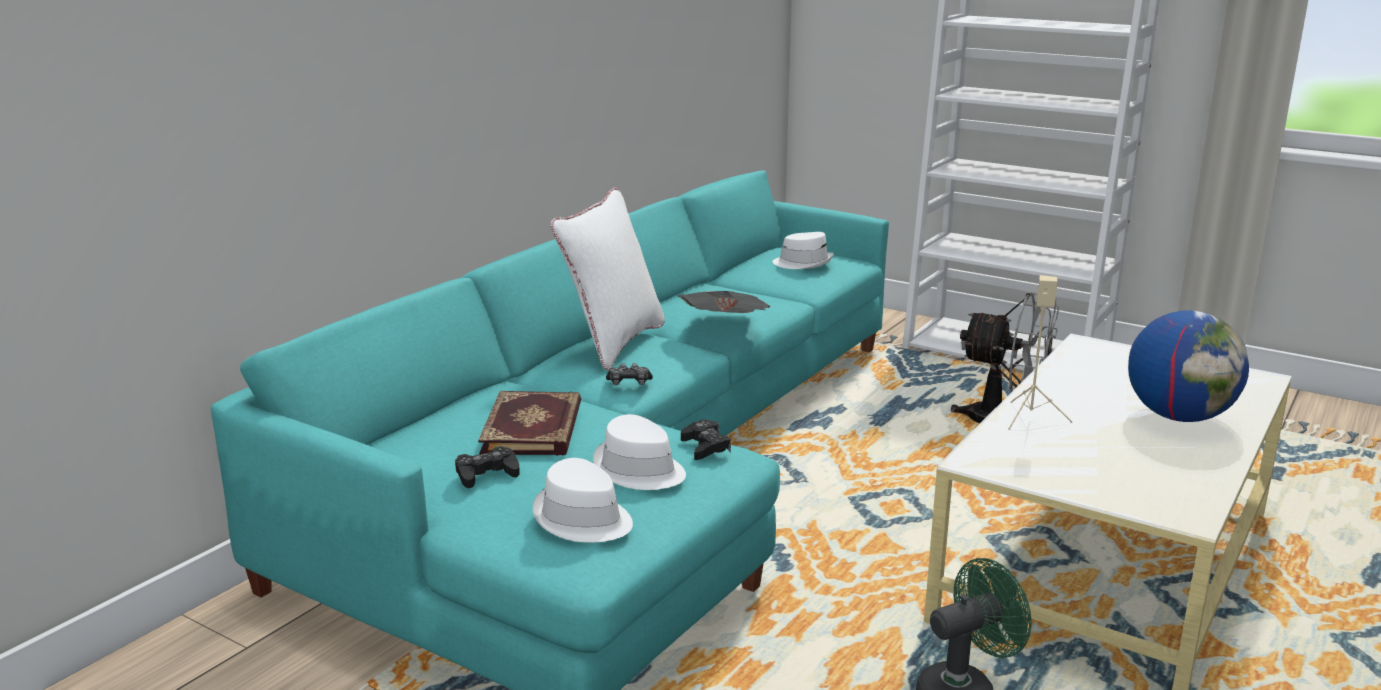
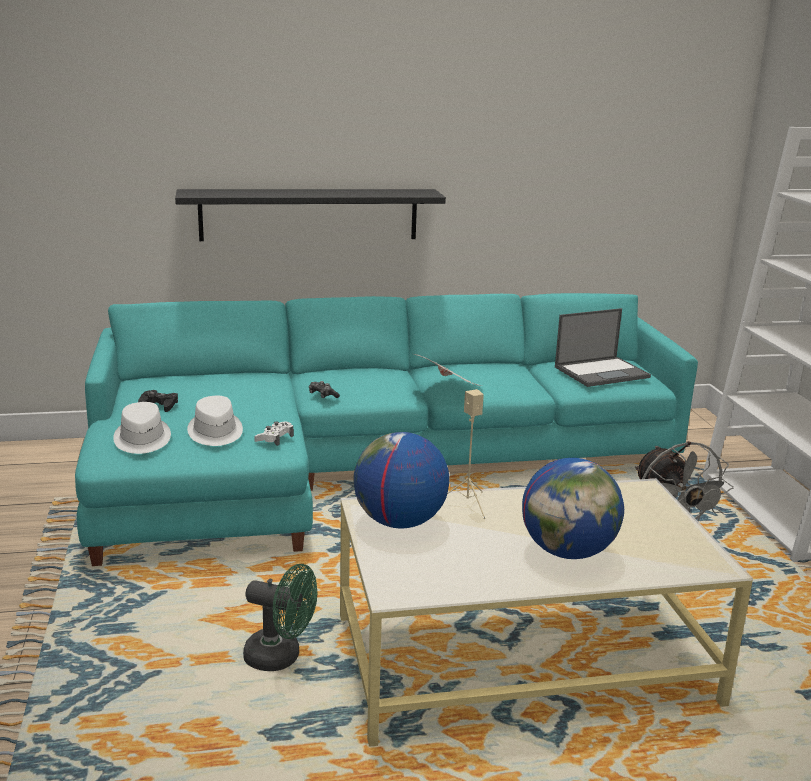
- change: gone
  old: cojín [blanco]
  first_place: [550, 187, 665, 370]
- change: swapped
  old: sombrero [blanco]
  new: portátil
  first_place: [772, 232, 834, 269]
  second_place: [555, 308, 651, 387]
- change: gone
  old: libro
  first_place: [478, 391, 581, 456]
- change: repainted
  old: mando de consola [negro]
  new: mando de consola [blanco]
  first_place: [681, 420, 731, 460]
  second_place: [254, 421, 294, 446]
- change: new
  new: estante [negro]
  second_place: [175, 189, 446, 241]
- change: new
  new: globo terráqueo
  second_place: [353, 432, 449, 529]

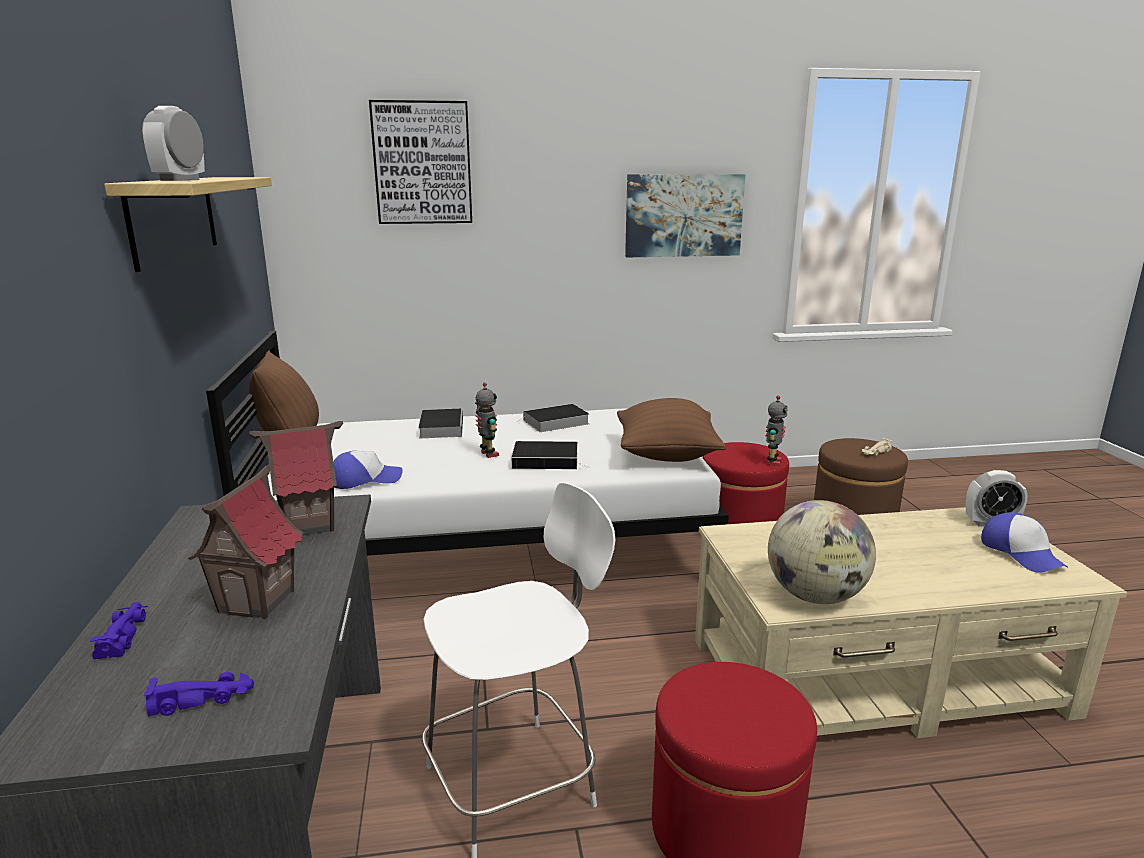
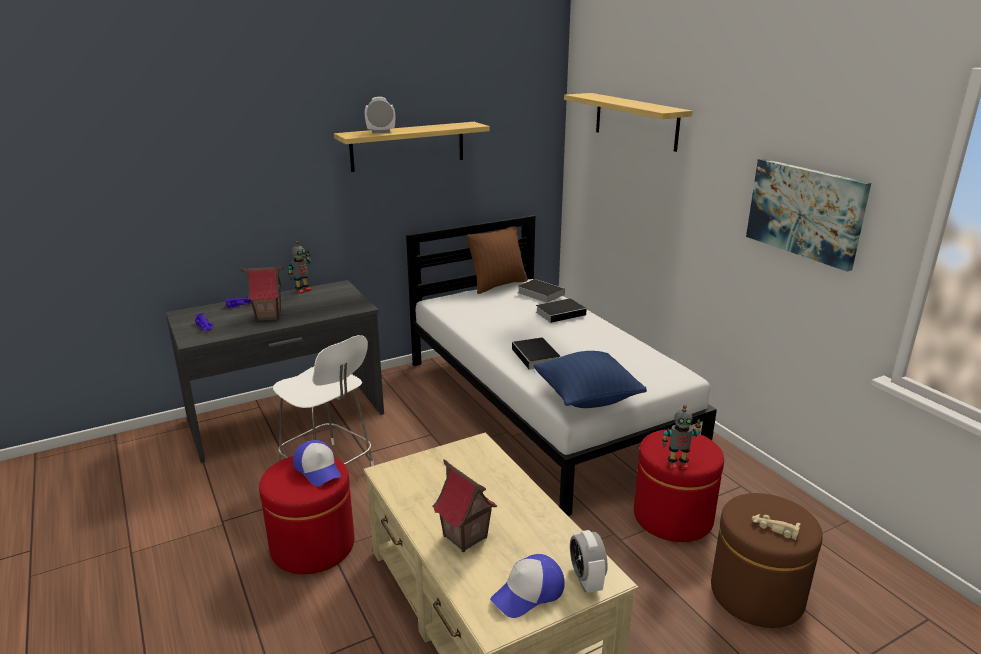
- change: swapped
  old: cuadro
  new: estante
  first_place: [369, 100, 472, 224]
  second_place: [564, 93, 692, 152]
- change: shifted
  old: robot de juguete
  first_place: [475, 382, 499, 458]
  second_place: [288, 241, 311, 294]
- change: repainted
  old: cojín [marrón]
  new: cojín [azul]
  first_place: [617, 398, 726, 462]
  second_place: [534, 351, 647, 408]
- change: shifted
  old: libro
  first_place: [518, 404, 589, 432]
  second_place: [518, 279, 565, 303]
- change: shifted
  old: casita
  first_place: [249, 421, 343, 536]
  second_place: [432, 459, 497, 552]
- change: shifted
  old: gorra
  first_place: [333, 451, 403, 489]
  second_place: [293, 440, 341, 486]
- change: gone
  old: globo terráqueo
  first_place: [768, 500, 876, 604]

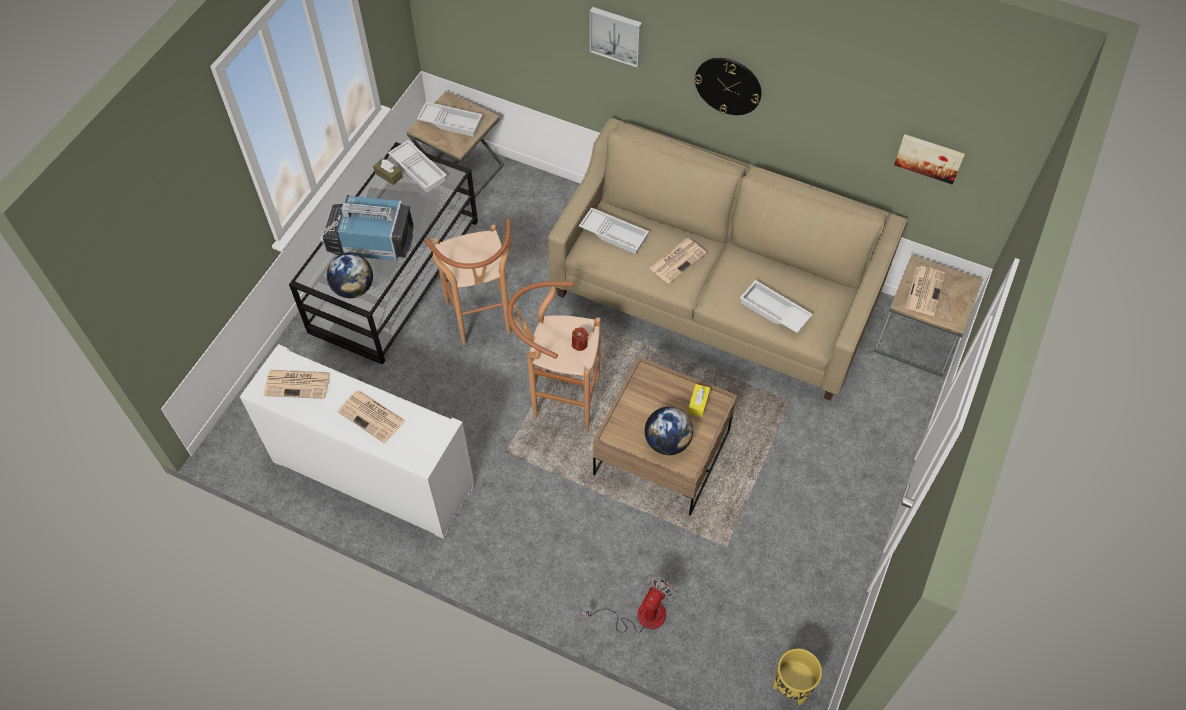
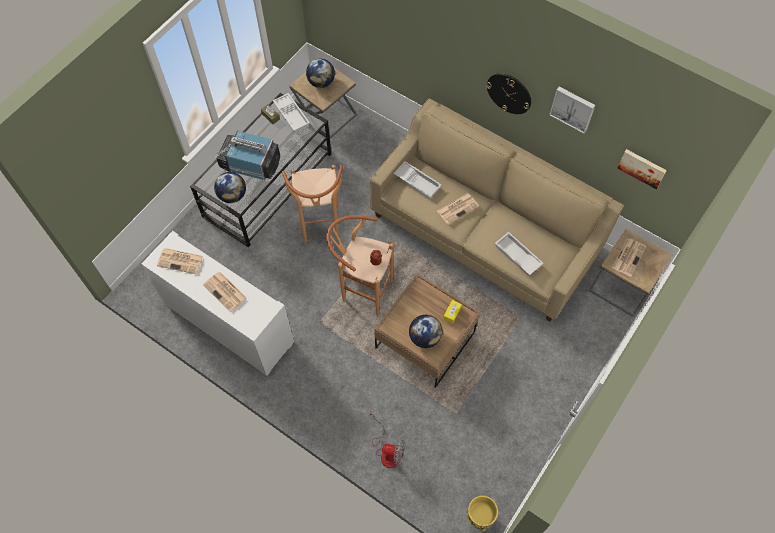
- change: shifted
  old: cuadro
  first_place: [590, 7, 642, 68]
  second_place: [550, 87, 595, 133]
- change: swapped
  old: bandeja [blanco]
  new: globo terráqueo
  first_place: [417, 102, 483, 137]
  second_place: [306, 59, 335, 88]
- change: rotated
  old: ventilador
  first_place: [582, 575, 676, 633]
  second_place: [369, 411, 405, 468]
  degrees: 60

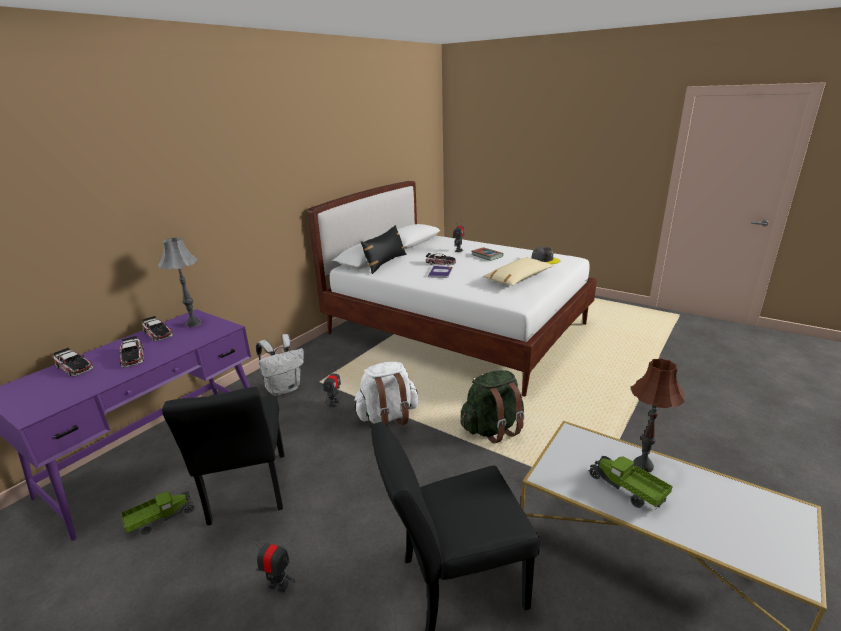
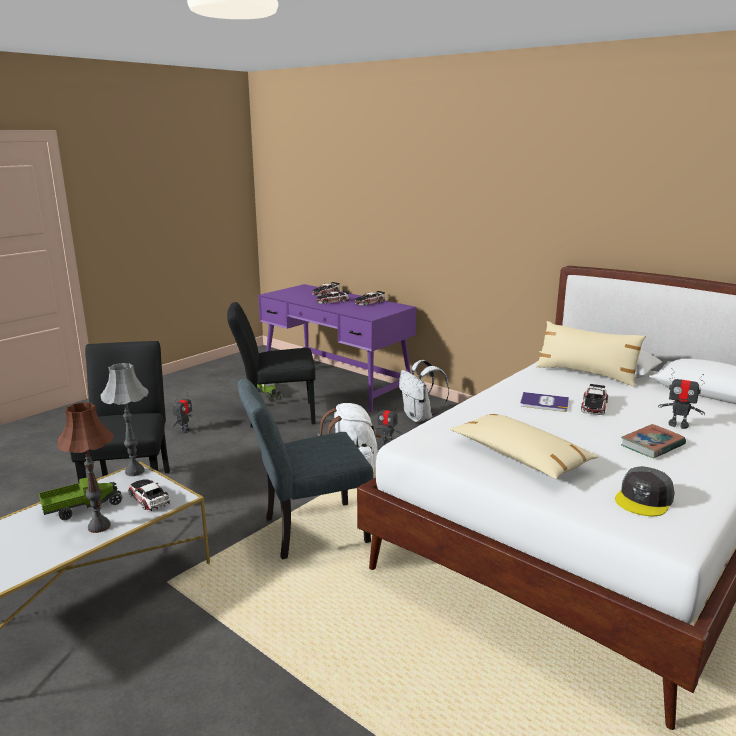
- change: repainted
  old: cojín [negro]
  new: cojín [beis]
  first_place: [361, 225, 406, 274]
  second_place: [536, 321, 646, 387]
- change: shifted
  old: lámpara de mesa [gris]
  first_place: [158, 237, 201, 327]
  second_place: [101, 363, 149, 476]
- change: swapped
  old: mochila [verde]
  new: silla [gris]
  first_place: [460, 370, 524, 444]
  second_place: [238, 378, 373, 559]
- change: new
  new: coche de juguete
  second_place: [129, 479, 170, 511]

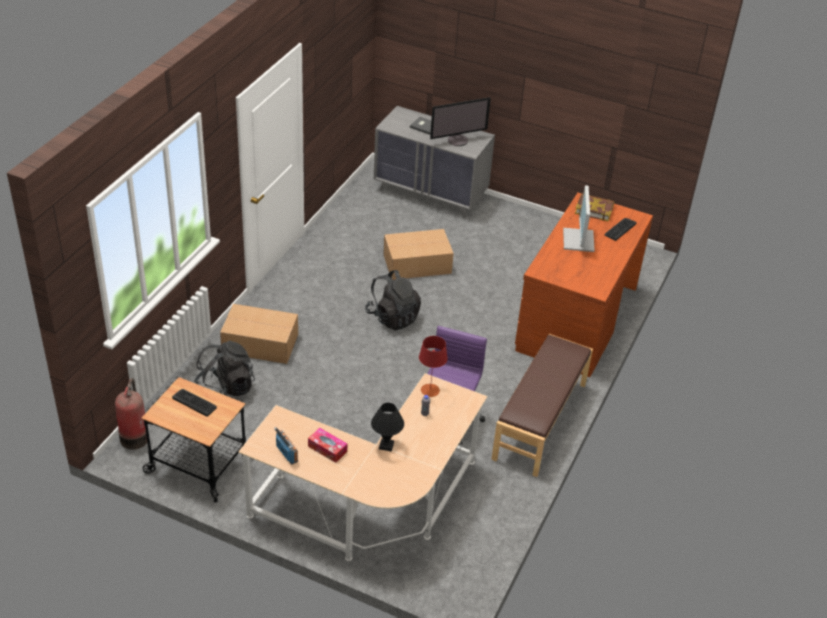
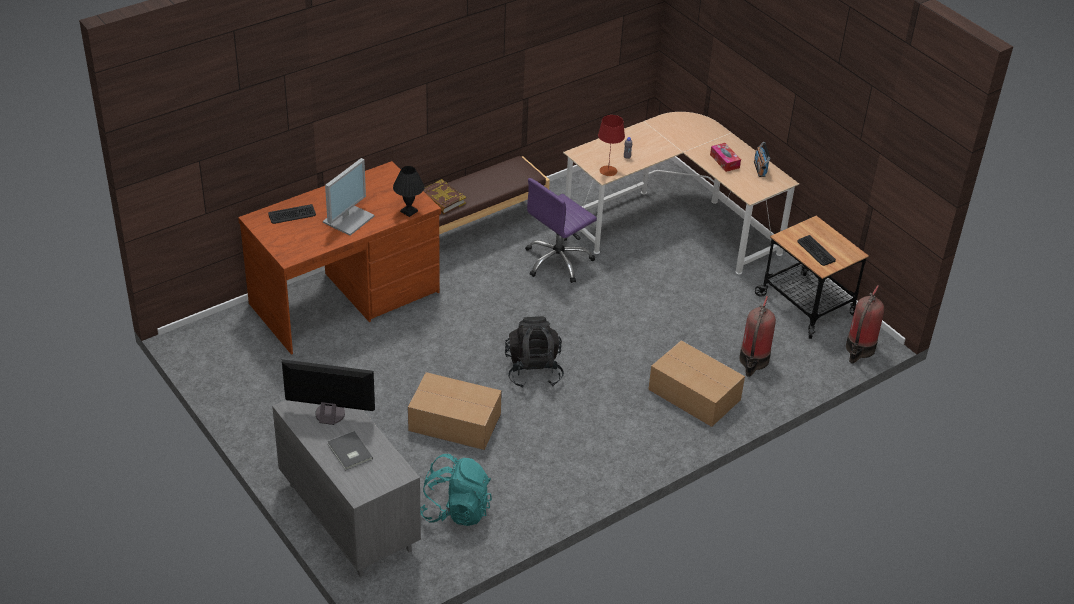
- change: shifted
  old: libro
  first_place: [575, 194, 615, 222]
  second_place: [423, 179, 466, 214]
- change: swapped
  old: mochila [negro]
  new: extintor
  first_place: [194, 341, 255, 396]
  second_place: [739, 296, 776, 377]
- change: shifted
  old: lámpara de mesa [negro]
  first_place: [371, 403, 404, 452]
  second_place: [393, 166, 424, 217]
- change: new
  new: mochila [turquesa]
  second_place: [420, 454, 492, 526]

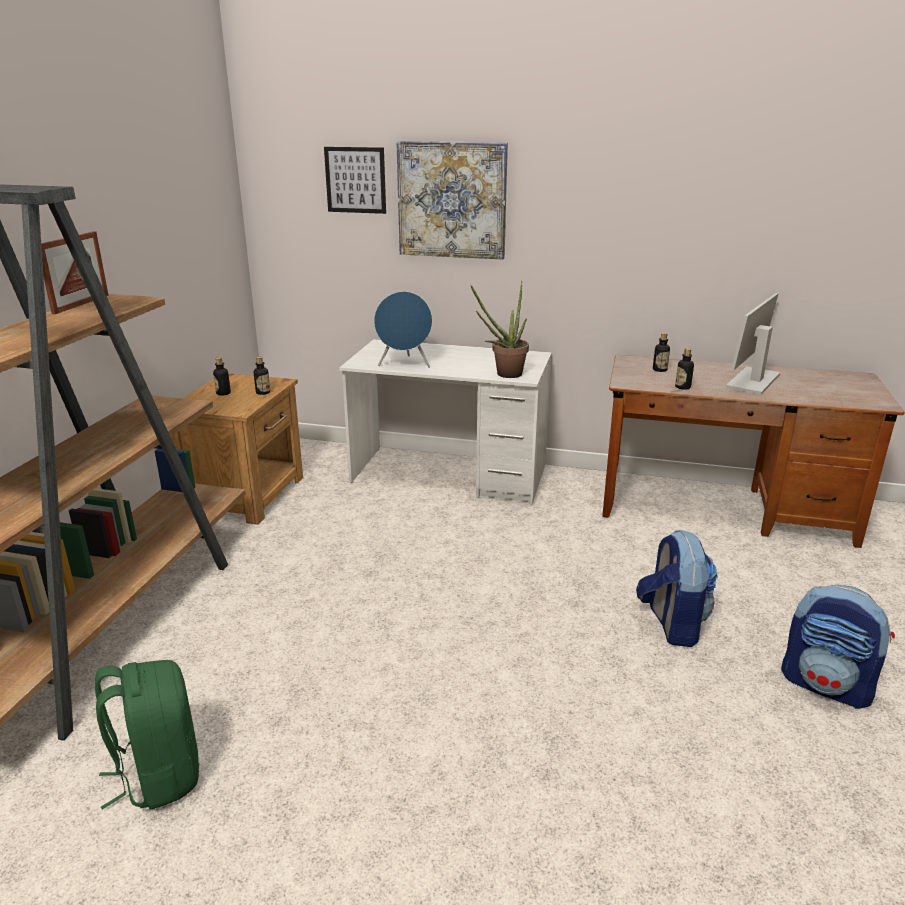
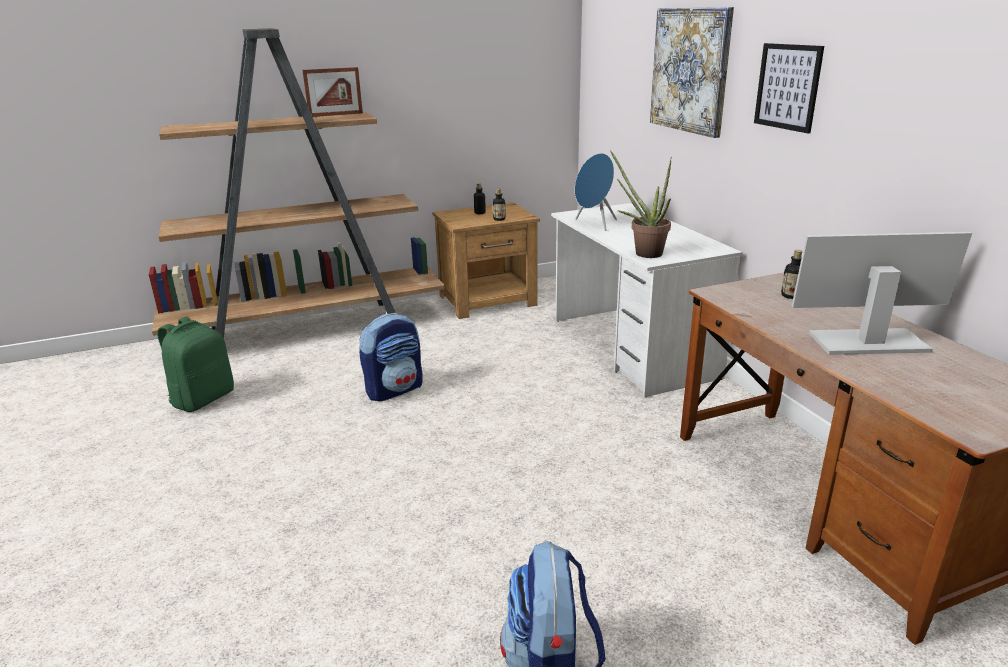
- change: shifted
  old: cuadro
  first_place: [324, 147, 386, 214]
  second_place: [754, 43, 824, 134]
- change: gone
  old: botella
  first_place: [675, 348, 694, 390]
- change: shifted
  old: mochila
  first_place: [636, 530, 718, 647]
  second_place: [359, 313, 423, 401]

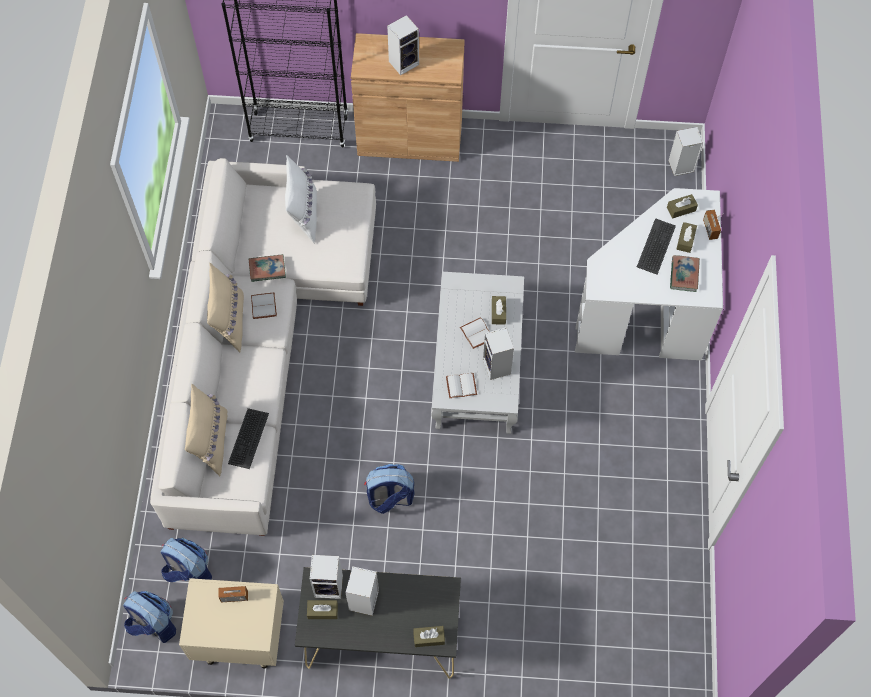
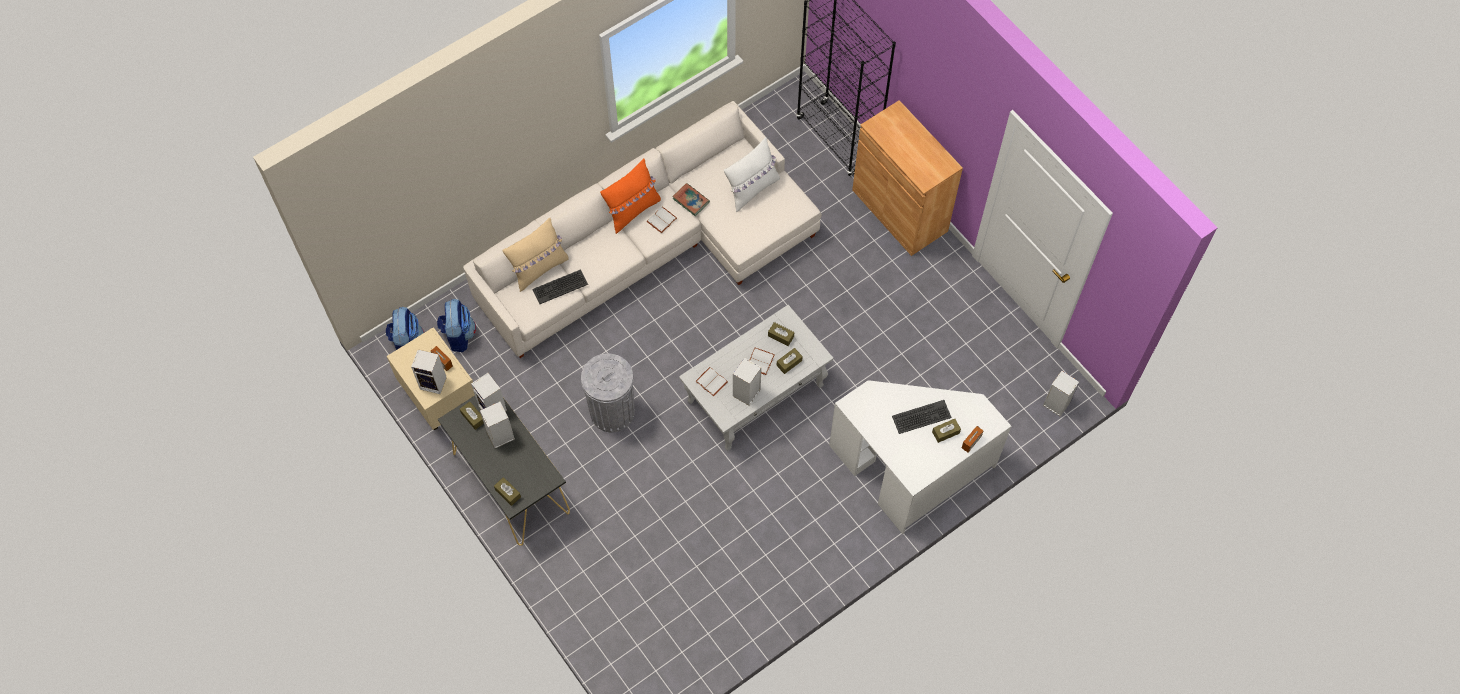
- change: shifted
  old: altavoz
  first_place: [387, 15, 419, 75]
  second_place: [411, 350, 447, 394]
- change: shifted
  old: caja de pañuelos [marrón]
  first_place: [667, 194, 698, 219]
  second_place: [768, 322, 794, 346]
- change: gone
  old: libro
  first_place: [670, 255, 700, 292]
- change: repainted
  old: cojín [beis]
  new: cojín [naranja]
  first_place: [207, 263, 244, 352]
  second_place: [600, 159, 661, 234]
- change: swapped
  old: mochila
  new: papelera [gris]
  first_place: [364, 464, 415, 514]
  second_place: [581, 353, 635, 433]

